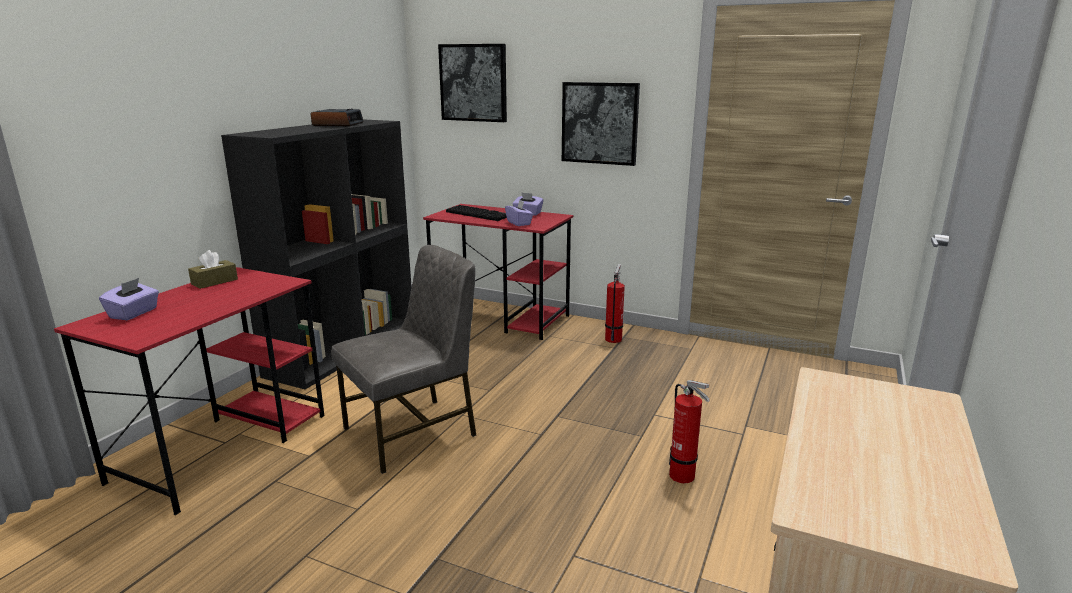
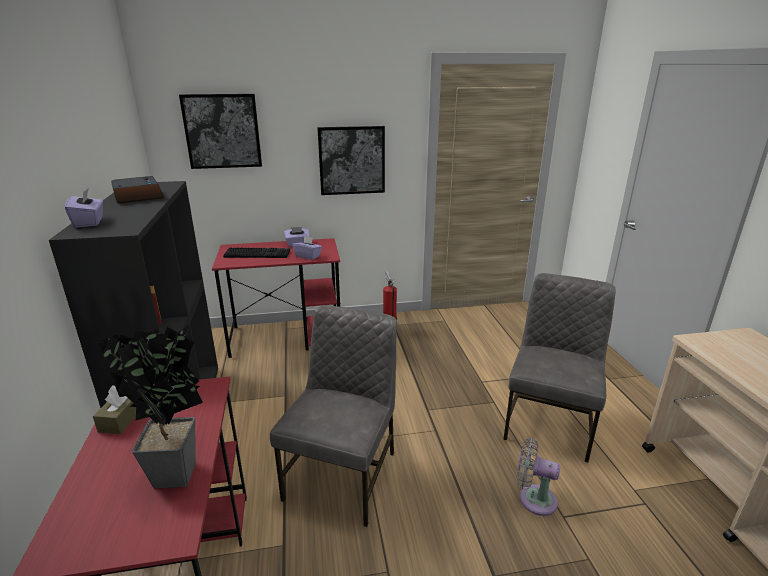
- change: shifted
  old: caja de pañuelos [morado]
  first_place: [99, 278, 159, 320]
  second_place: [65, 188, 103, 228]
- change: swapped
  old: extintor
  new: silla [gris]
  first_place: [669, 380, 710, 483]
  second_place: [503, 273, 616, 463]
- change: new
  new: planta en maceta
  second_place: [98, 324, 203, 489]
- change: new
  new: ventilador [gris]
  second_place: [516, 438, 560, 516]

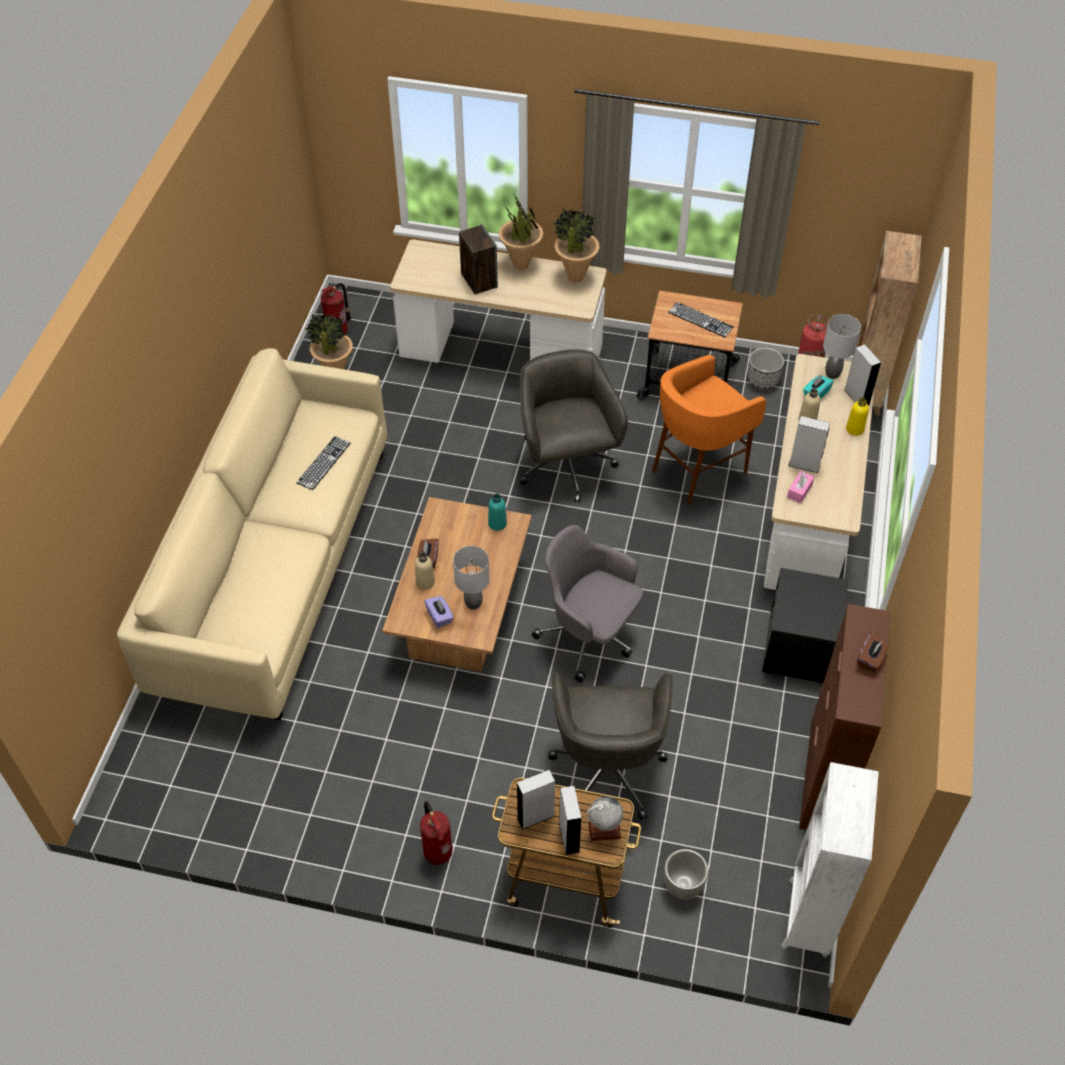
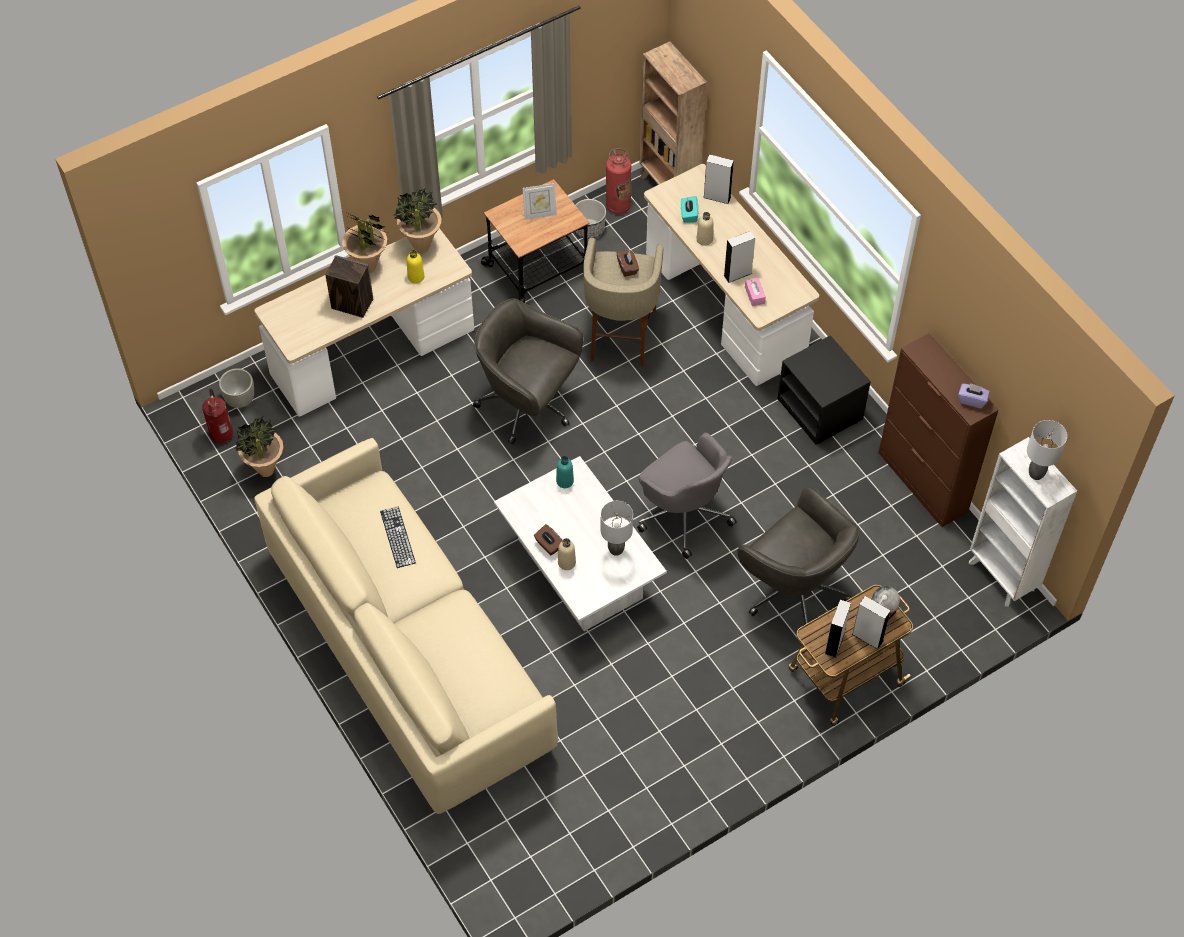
- change: swapped
  old: teclado
  new: portarretratos
  first_place: [668, 302, 733, 337]
  second_place: [523, 183, 557, 220]
- change: shifted
  old: lámpara de mesa [gris]
  first_place: [823, 314, 861, 379]
  second_place: [1027, 420, 1067, 480]
- change: repainted
  old: taburete [naranja]
  new: taburete [beis]
  first_place: [652, 355, 766, 505]
  second_place: [583, 238, 664, 366]
- change: shifted
  old: botella [amarillo]
  first_place: [846, 397, 869, 436]
  second_place: [407, 250, 424, 283]
- change: repainted
  old: mesa de centro [marrón]
  new: mesa de centro [blanco]
  first_place: [382, 497, 532, 672]
  second_place: [494, 456, 667, 631]
- change: rotated
  old: silla de oficina [gris]
  first_place: [532, 525, 644, 683]
  second_place: [637, 433, 737, 559]
  degrees: -120
- change: shifted
  old: caja de pañuelos [morado]
  first_place: [424, 596, 454, 628]
  second_place: [958, 383, 990, 409]
- change: shifted
  old: caja de pañuelos [marrón]
  first_place: [857, 632, 890, 672]
  second_place: [616, 250, 639, 277]
- change: gone
  old: extintor
  first_place: [420, 801, 453, 865]
- change: shifted
  old: maceta [gris]
  first_place: [664, 849, 708, 900]
  second_place: [219, 368, 254, 408]

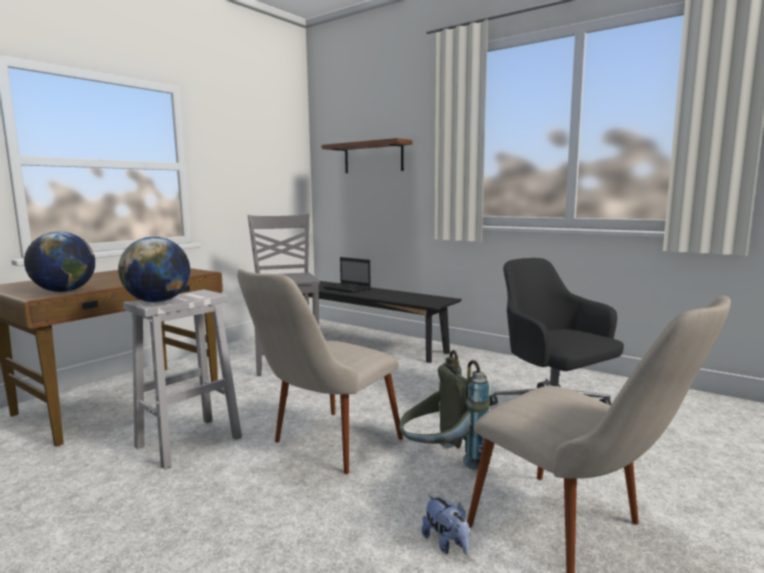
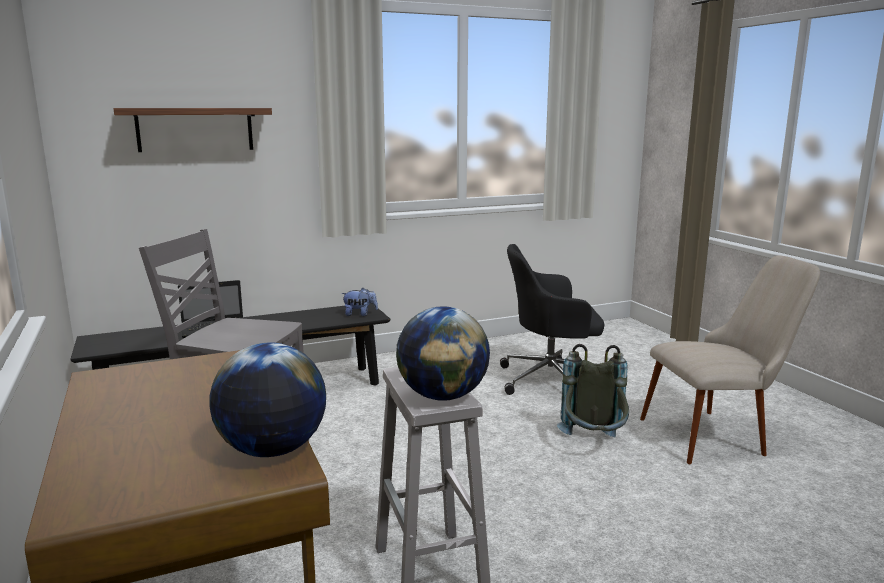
- change: gone
  old: silla [beis]
  first_place: [237, 269, 403, 474]
- change: shifted
  old: peluche
  first_place: [422, 495, 469, 555]
  second_place: [341, 288, 378, 316]

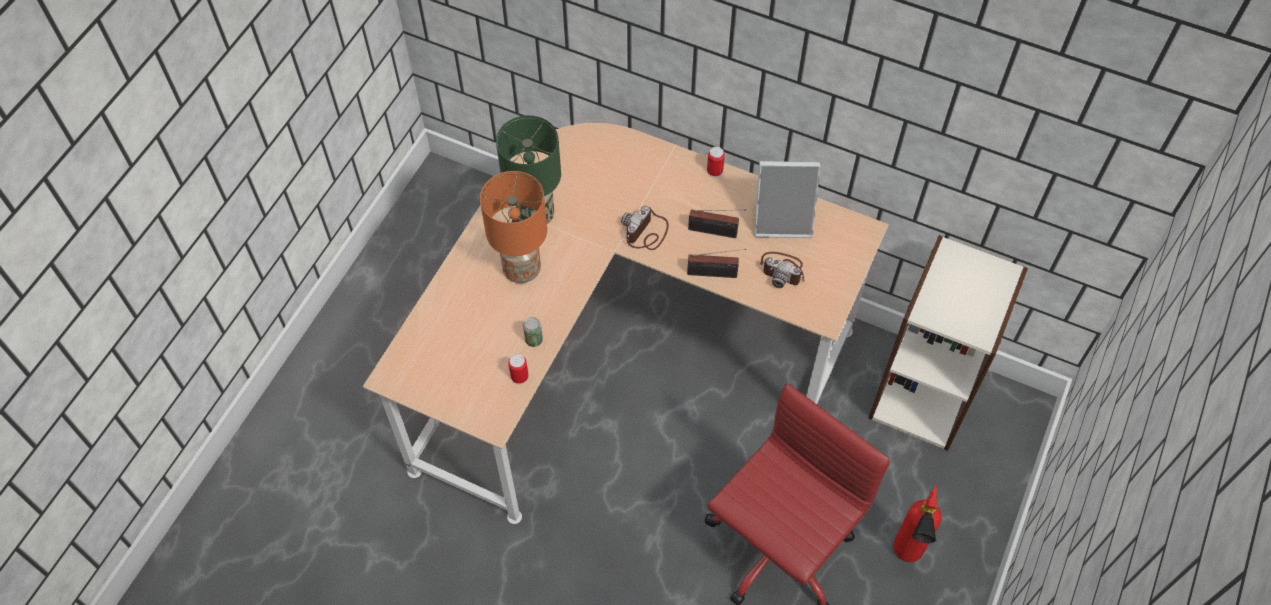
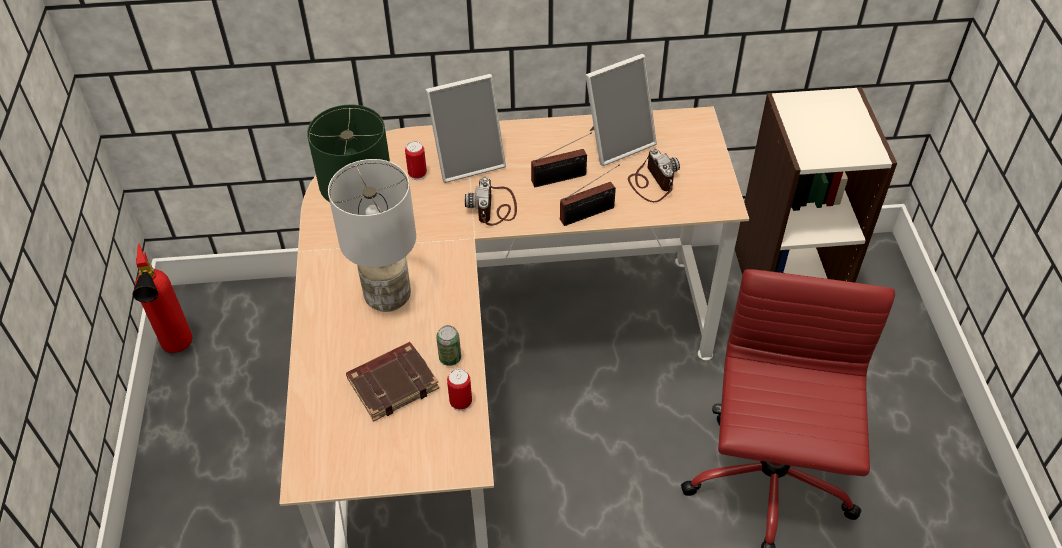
- change: shifted
  old: lata
  first_place: [707, 146, 725, 177]
  second_place: [405, 141, 427, 180]
- change: repainted
  old: lámpara de mesa [naranja]
  new: lámpara de mesa [blanco]
  first_place: [480, 171, 547, 283]
  second_place: [328, 159, 416, 312]
- change: rotated
  old: cámara
  first_place: [760, 252, 805, 288]
  second_place: [628, 149, 680, 202]
  degrees: -105
- change: shifted
  old: extintor
  first_place: [893, 485, 942, 562]
  second_place: [132, 243, 192, 353]
- change: new
  new: portarretratos
  second_place: [426, 74, 506, 183]
- change: new
  new: libro [marrón]
  second_place: [346, 342, 439, 421]

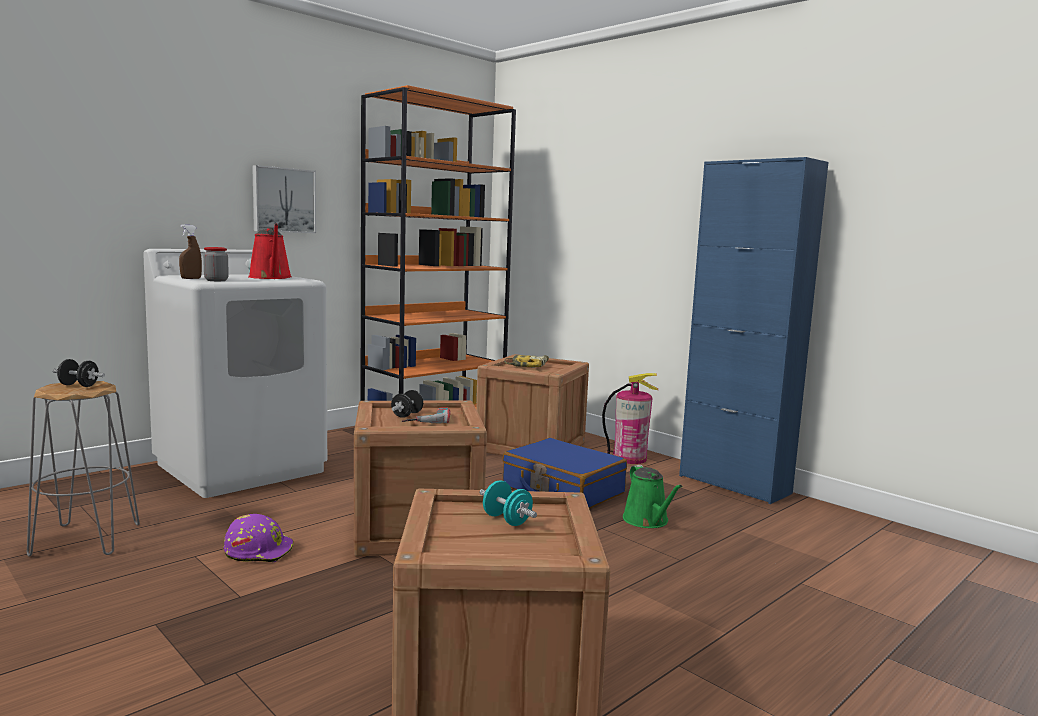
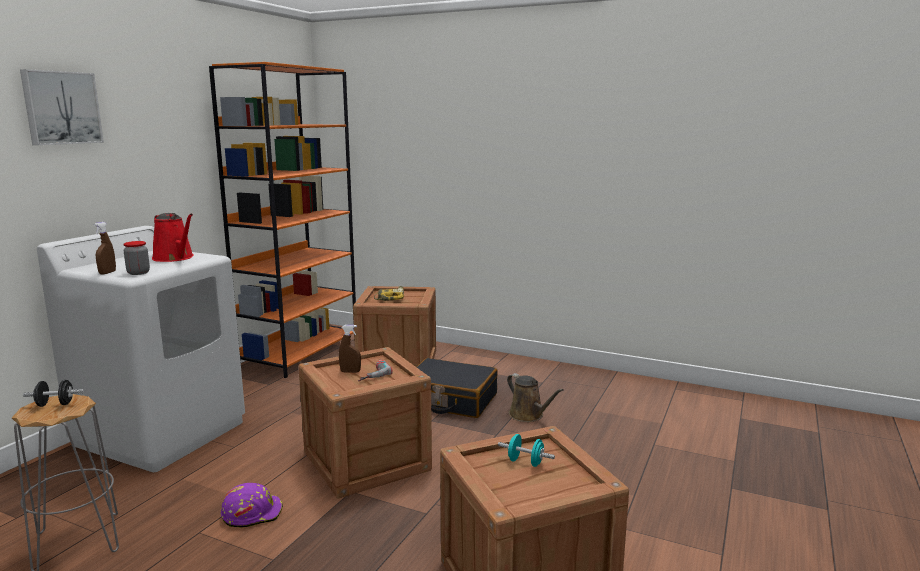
- change: gone
  old: armario [azul]
  first_place: [679, 157, 828, 504]
- change: shifted
  old: cuadro
  first_place: [252, 165, 316, 233]
  second_place: [20, 69, 104, 145]
- change: gone
  old: extintor
  first_place: [602, 373, 658, 464]
- change: swapped
  old: mancuerna [negro]
  new: pulverizador [marrón]
  first_place: [391, 390, 423, 418]
  second_place: [339, 325, 361, 373]
- change: repainted
  old: maleta [azul]
  new: maleta [negro]
  first_place: [502, 438, 627, 509]
  second_place: [416, 358, 498, 418]
- change: repainted
  old: regadera [verde]
  new: regadera [marrón]
  first_place: [623, 465, 682, 528]
  second_place: [507, 373, 564, 422]

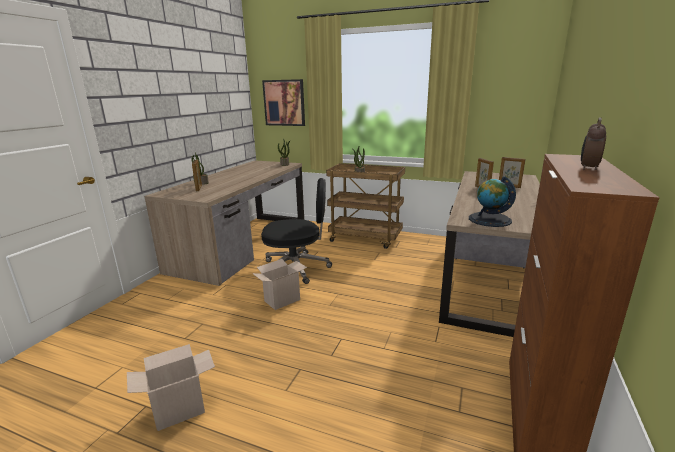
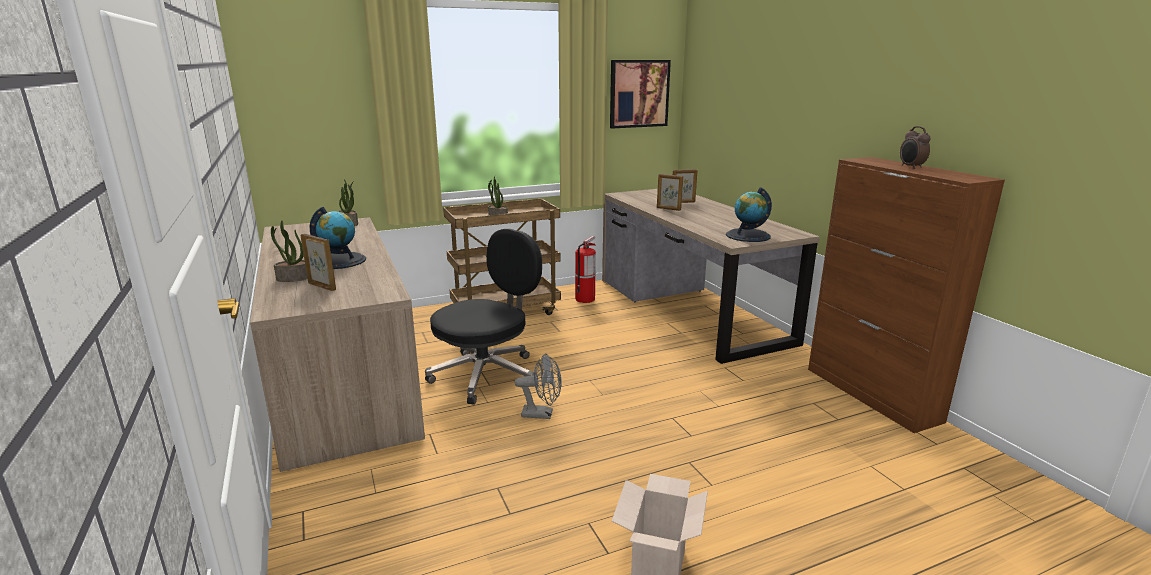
- change: shifted
  old: cuadro
  first_place: [262, 79, 305, 126]
  second_place: [610, 60, 671, 128]
- change: swapped
  old: caja de cartón
  new: ventilador [gris]
  first_place: [252, 259, 307, 310]
  second_place: [514, 354, 561, 419]
- change: new
  new: globo terráqueo
  second_place: [309, 207, 366, 269]
- change: new
  new: extintor
  second_place: [575, 236, 596, 303]

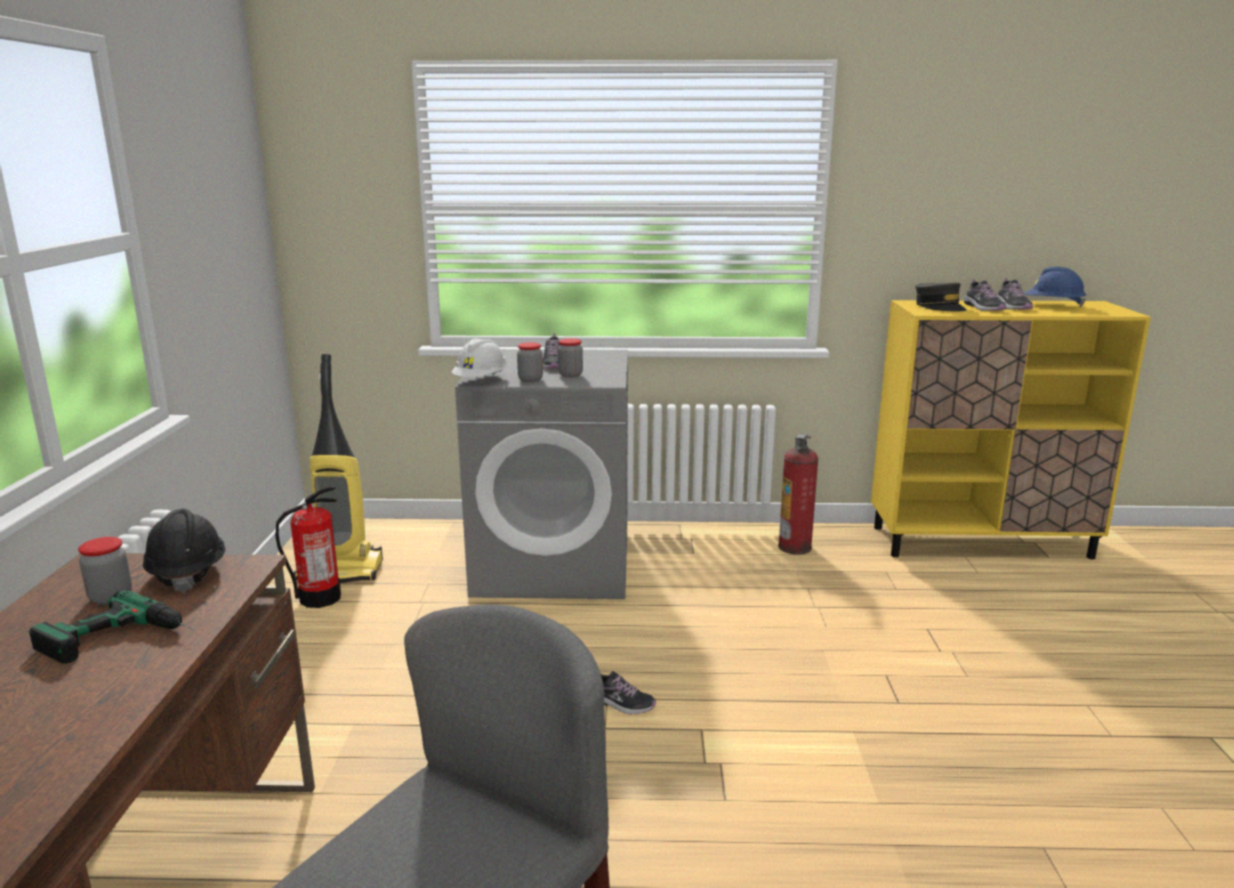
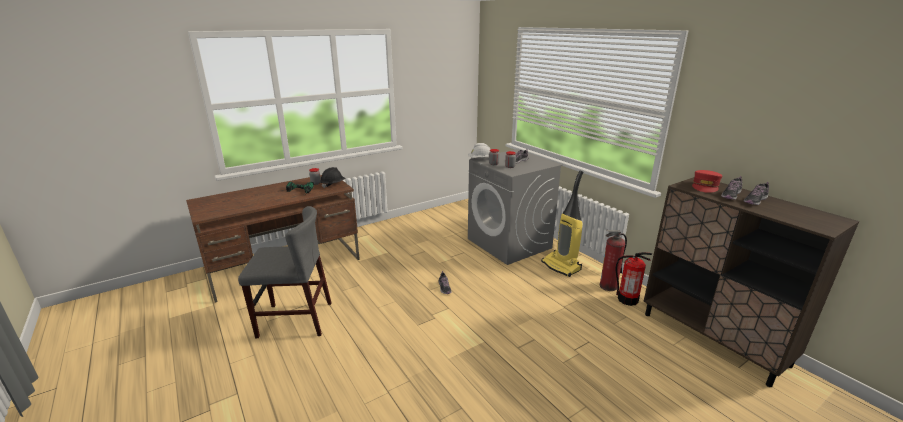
- change: gone
  old: casco [azul]
  first_place: [1024, 267, 1086, 307]
- change: repainted
  old: gorra [gris]
  new: gorra [rojo]
  first_place: [915, 283, 967, 312]
  second_place: [692, 170, 722, 193]
- change: repainted
  old: armario [amarillo]
  new: armario [marrón]
  first_place: [871, 300, 1151, 559]
  second_place: [643, 177, 859, 387]
- change: shifted
  old: aspiradora
  first_place: [294, 354, 383, 583]
  second_place: [541, 171, 583, 277]
- change: shifted
  old: extintor
  first_place: [275, 486, 341, 608]
  second_place: [615, 252, 652, 306]

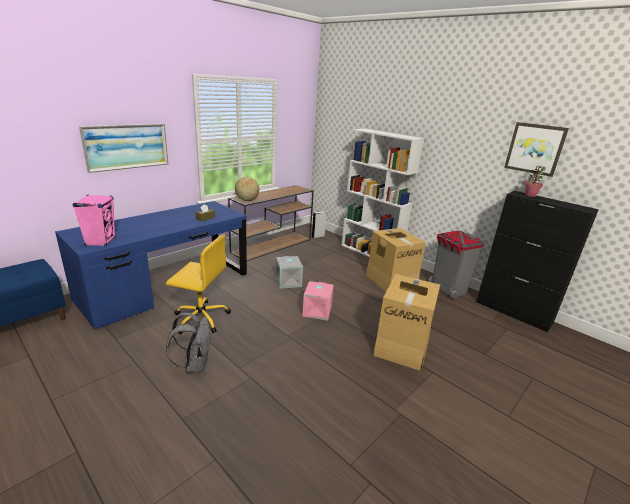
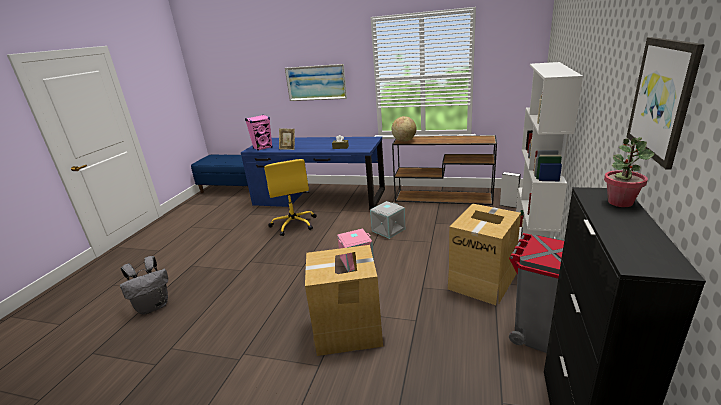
- change: shifted
  old: mochila [gris]
  first_place: [166, 313, 211, 373]
  second_place: [120, 256, 168, 314]
- change: new
  new: portarretratos
  second_place: [279, 128, 295, 150]

